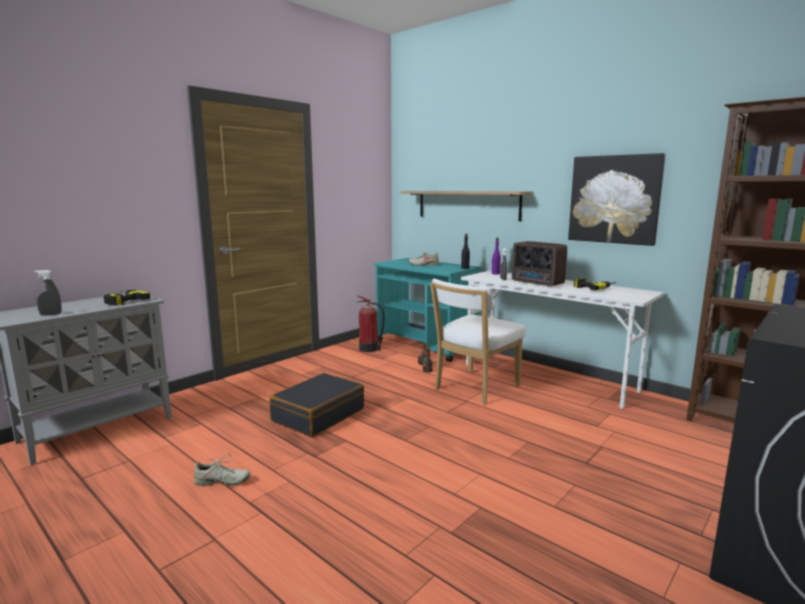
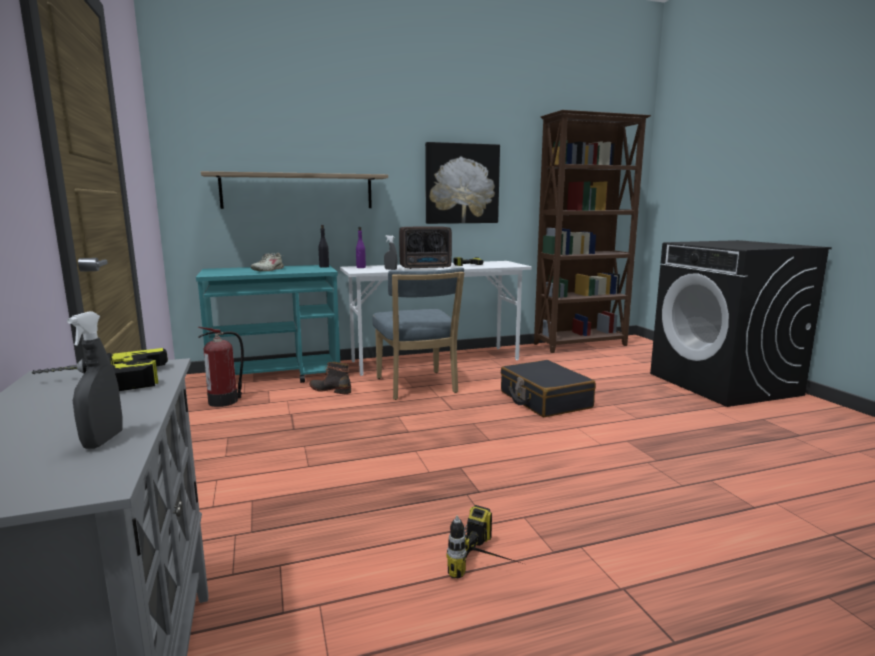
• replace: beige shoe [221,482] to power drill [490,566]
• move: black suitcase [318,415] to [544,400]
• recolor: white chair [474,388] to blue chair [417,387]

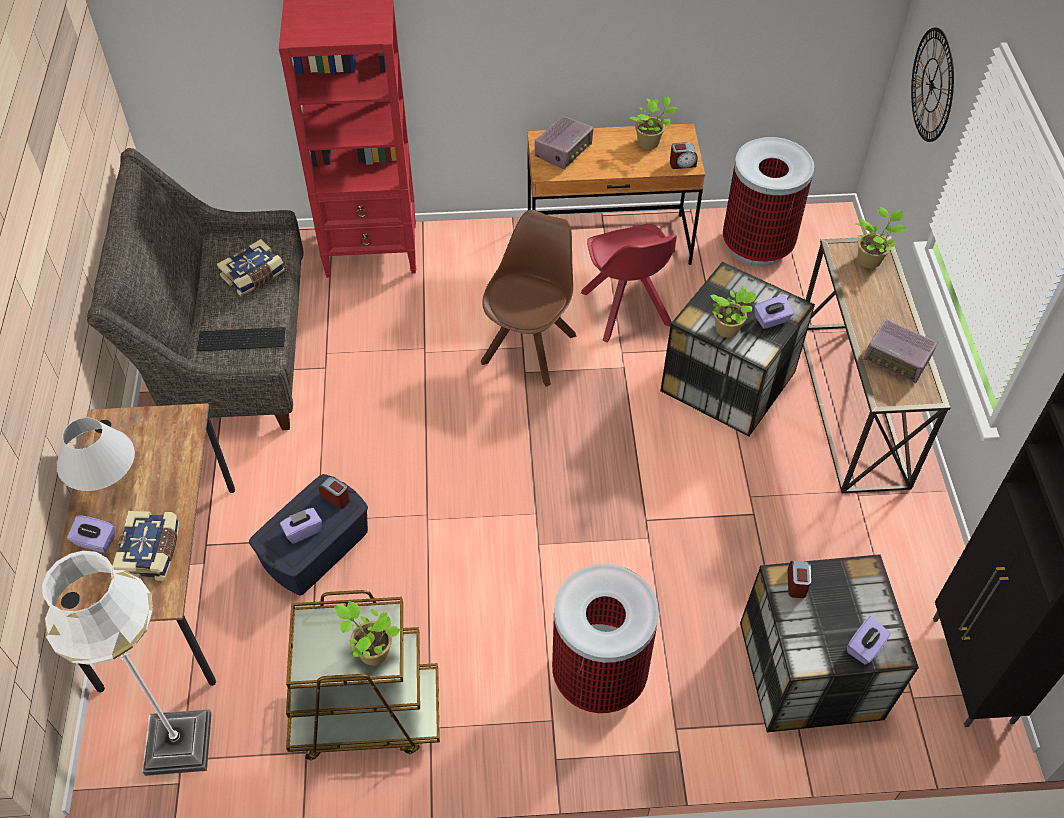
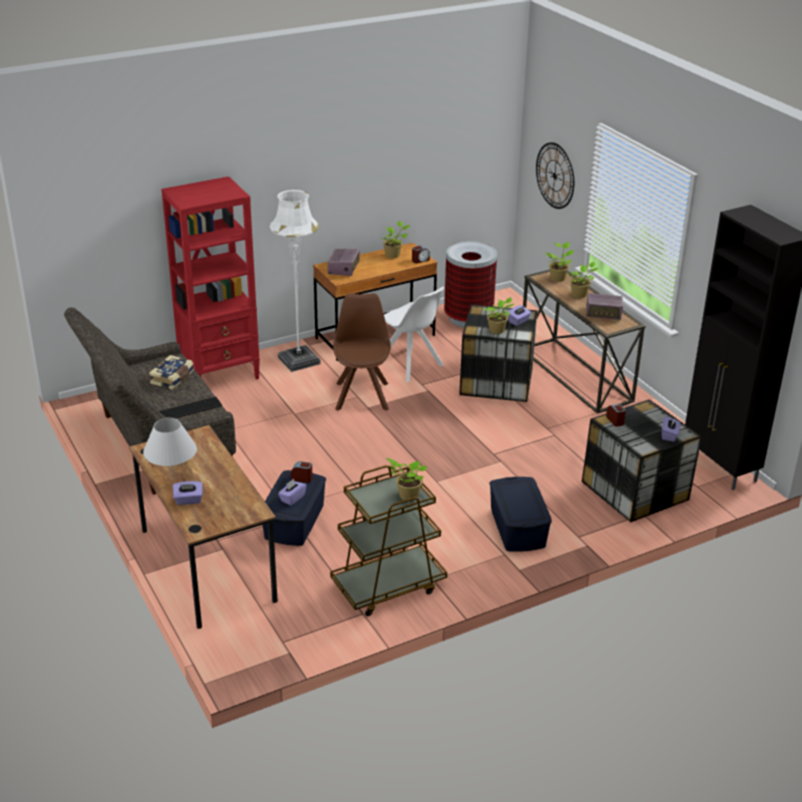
• move: white floor lamp [179,744] to [299,360]
• delete: book [152,552]
• replace: trash can [598,676] to blue storage box [517,528]
• recolor: red chair [626,310] to white chair [410,365]
• insert: potted plant [580,295]

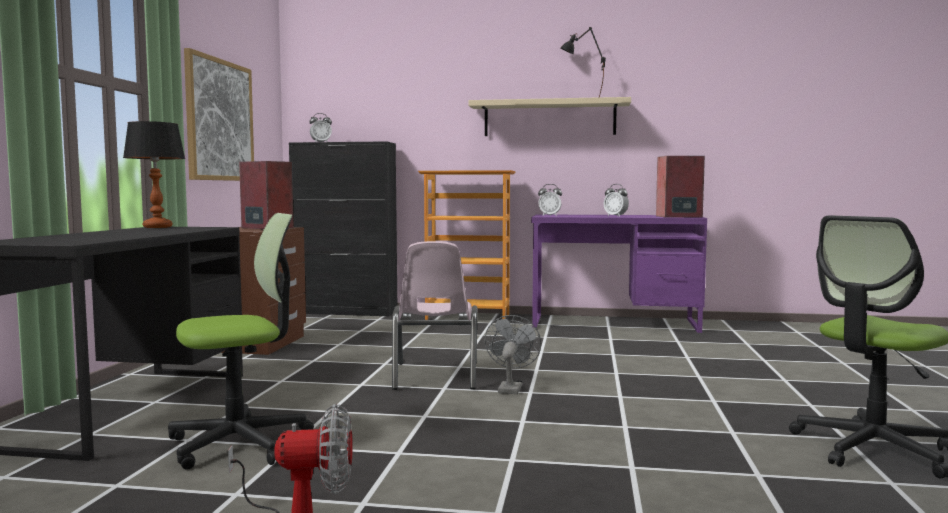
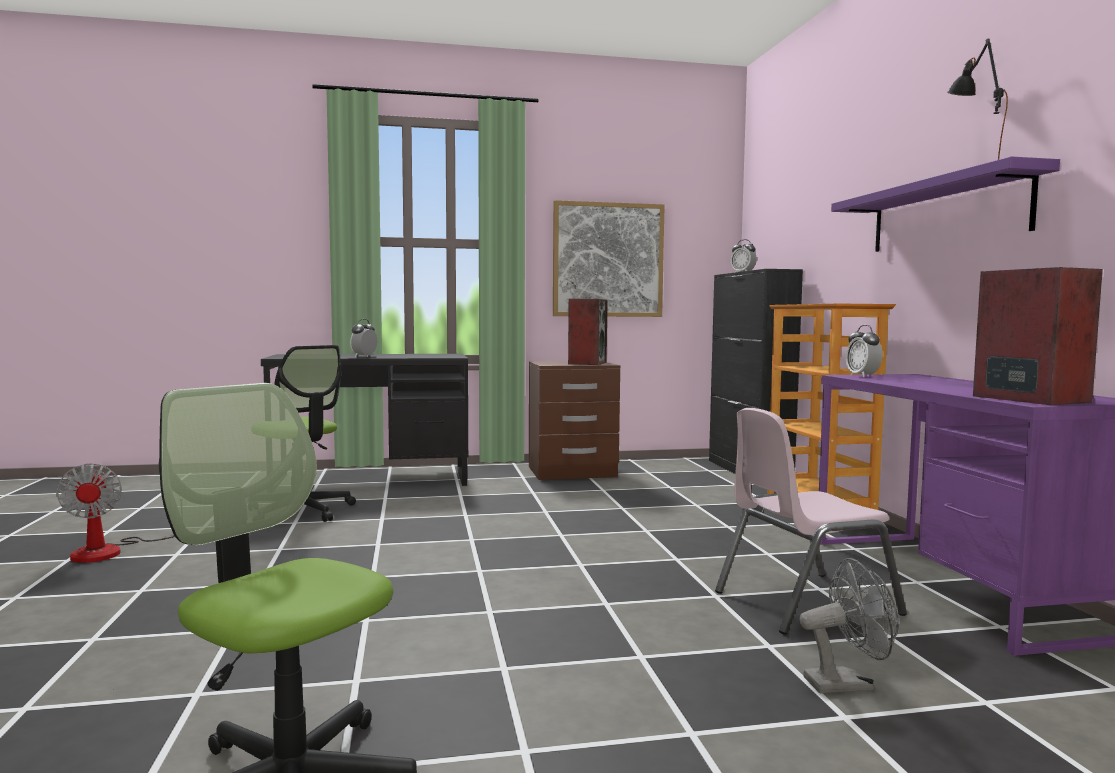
• delete: table lamp [158,227]
• move: pink chair [435,376] to [804,602]
• recolor: beige shelf [549,118] to purple shelf [945,214]
• move: grey fan [510,388] to [847,683]
• move: alarm clock [615,216] to [364,356]

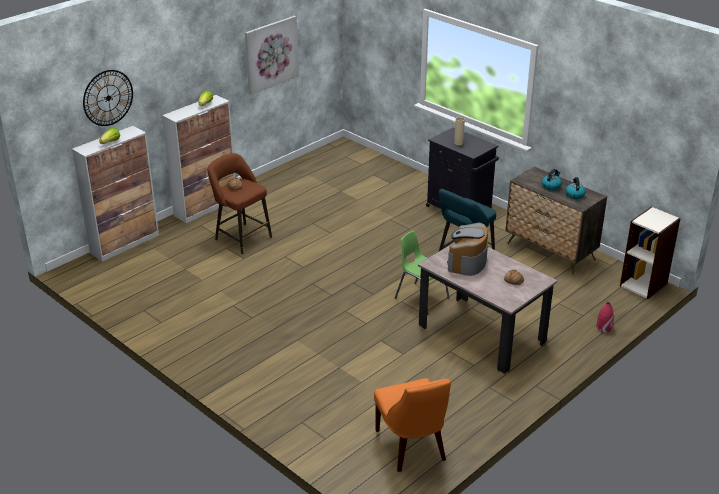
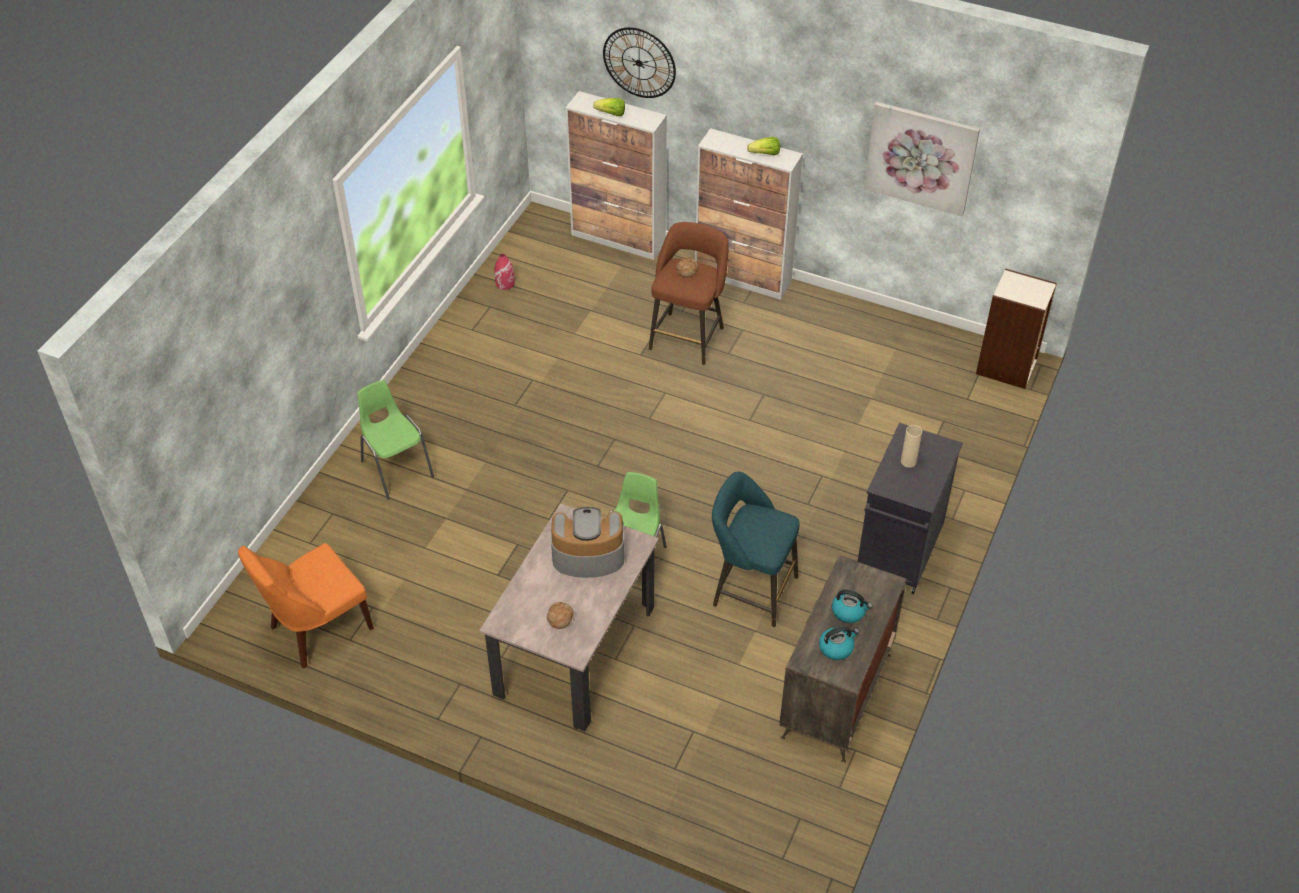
• move: red vase [604,328] to [505,283]
• move: bookcase [644,284] to [1007,367]
• insert: green chair [396,468]

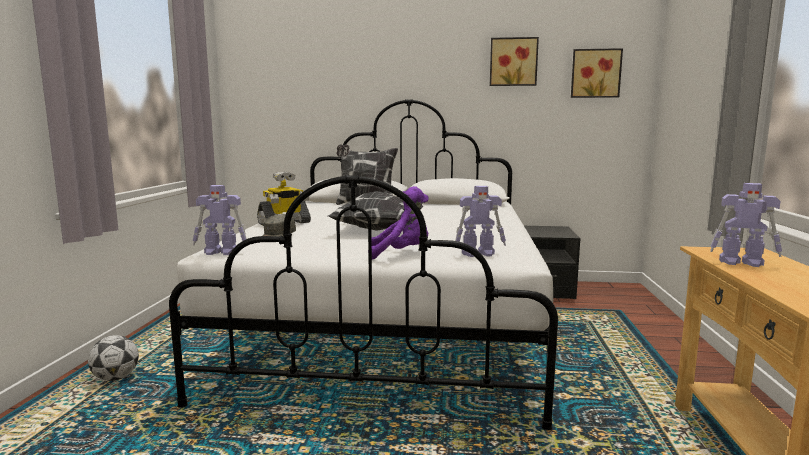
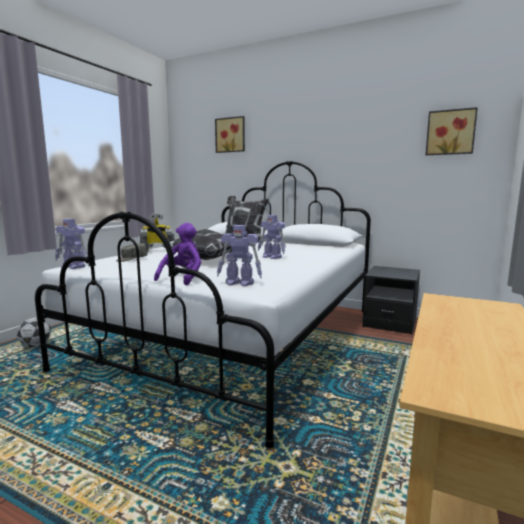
• rotate: purple plush toy [401,254] = [183,278] 90 degrees counterclockwise
• move: picture [513,62] to [231,135]
• move: toy robot [742,263] to [272,257]

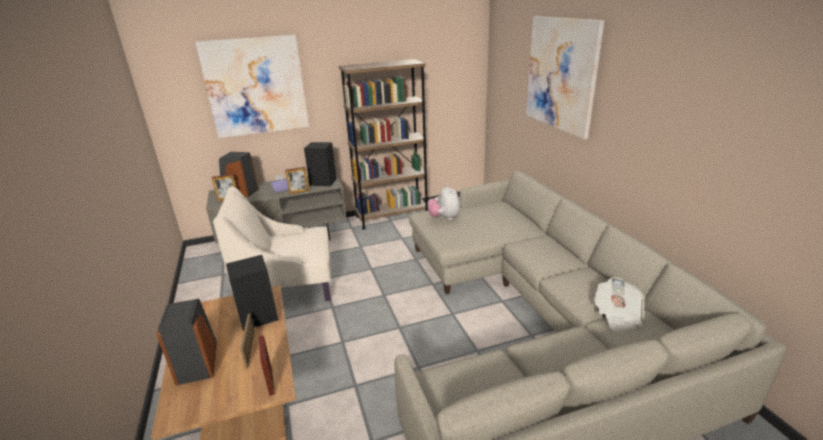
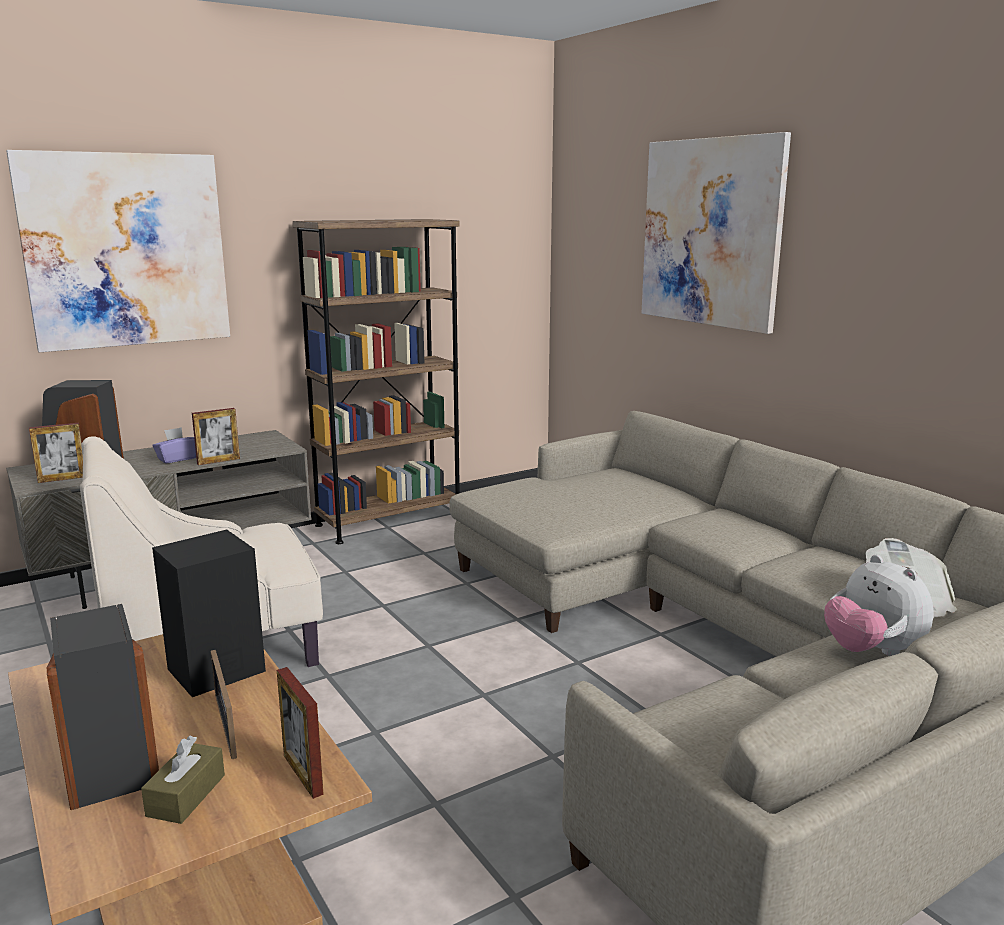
• delete: black speaker [324,182]
• move: plush toy [444,218] to [872,651]
• insert: brown tissue box [186,795]

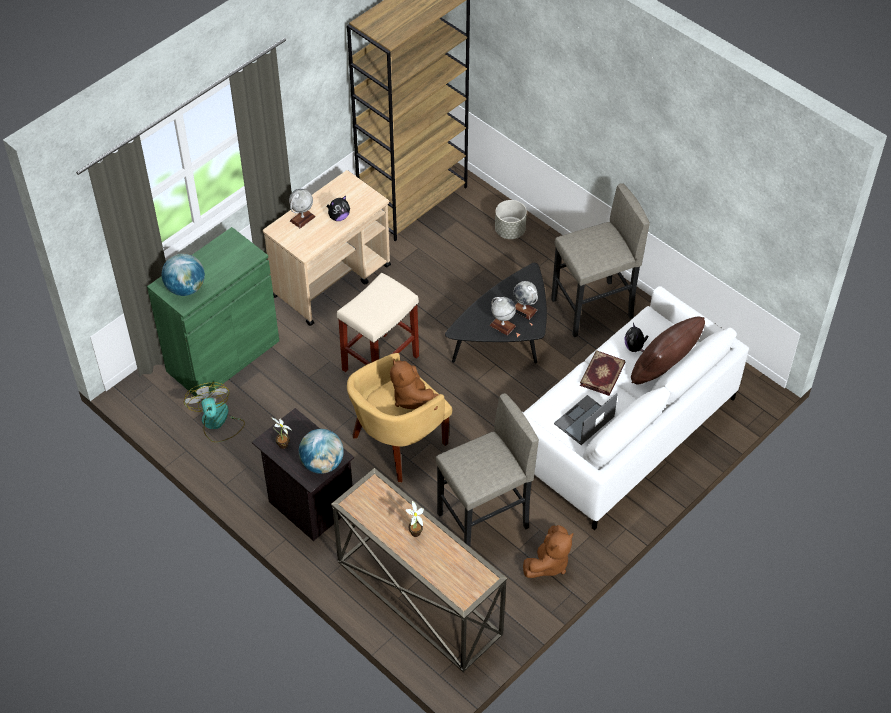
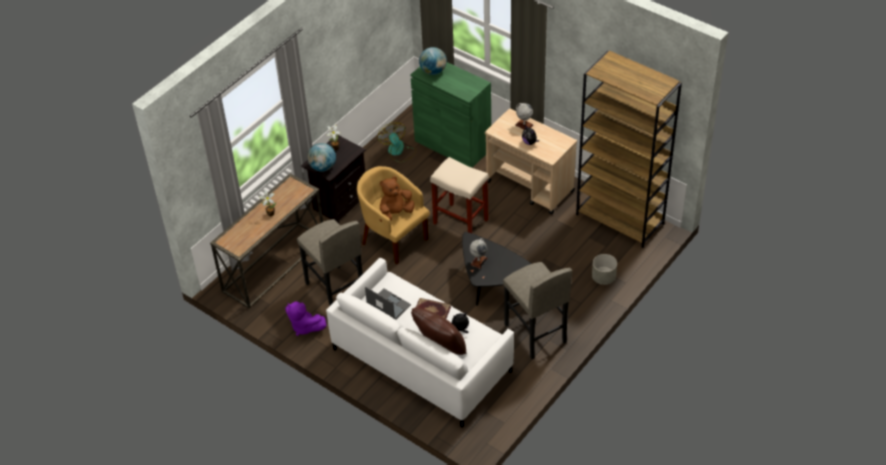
• rotate: fan [217,423] = [398,151] 90 degrees counterclockwise
• delete: globe [524,310]
• recolor: brown plush toy [548,563] to purple plush toy [304,327]

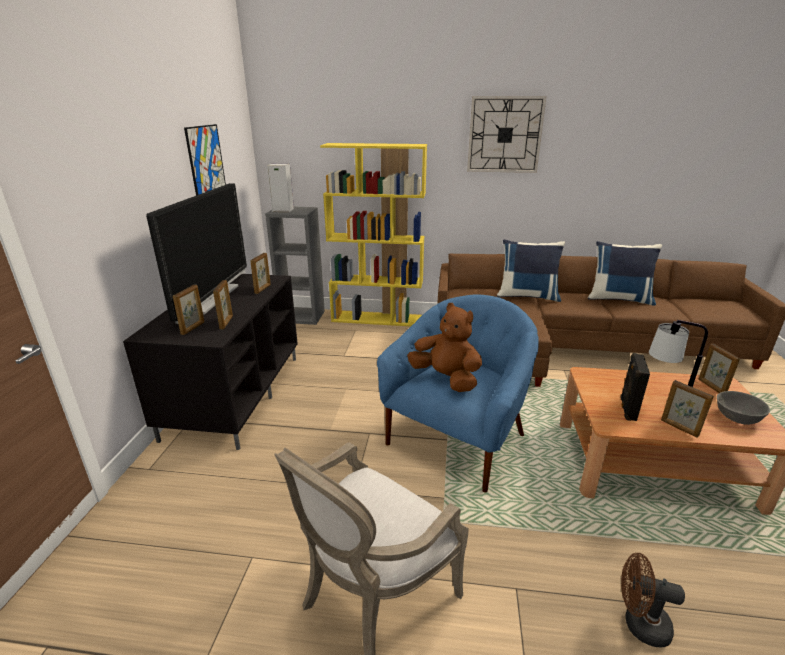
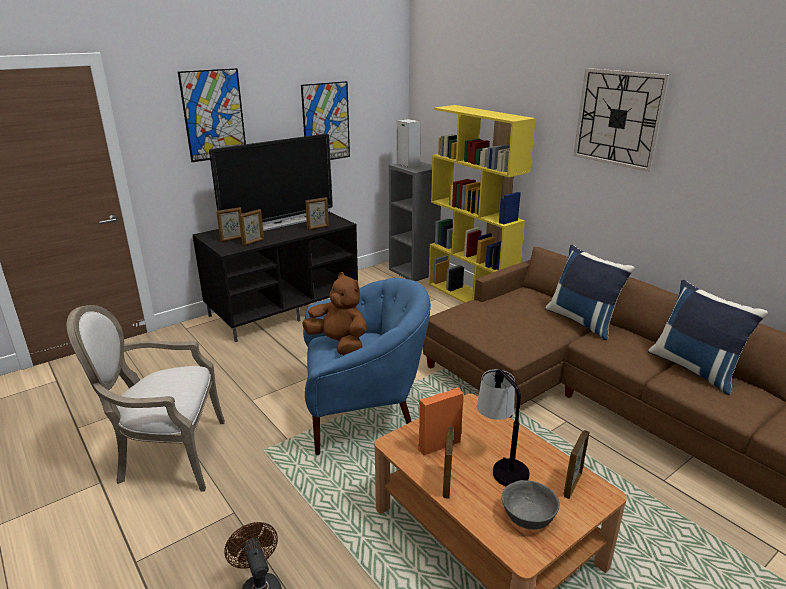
• rotate: brown plush toy [446,378] = [339,344] 45 degrees counterclockwise
• recolor: black speaker [627,409] to orange speaker [438,445]
• insert: picture [214,115]

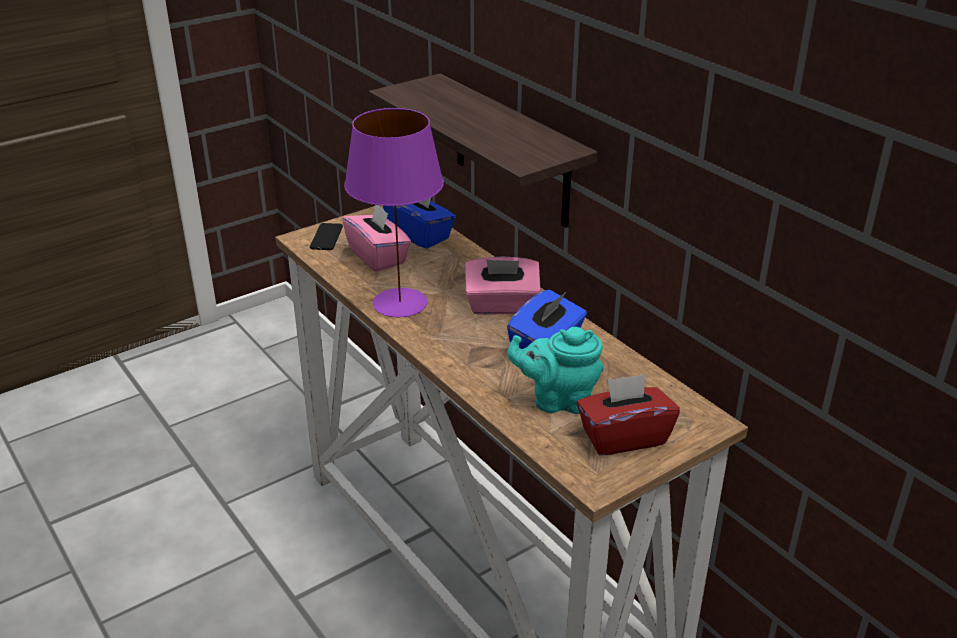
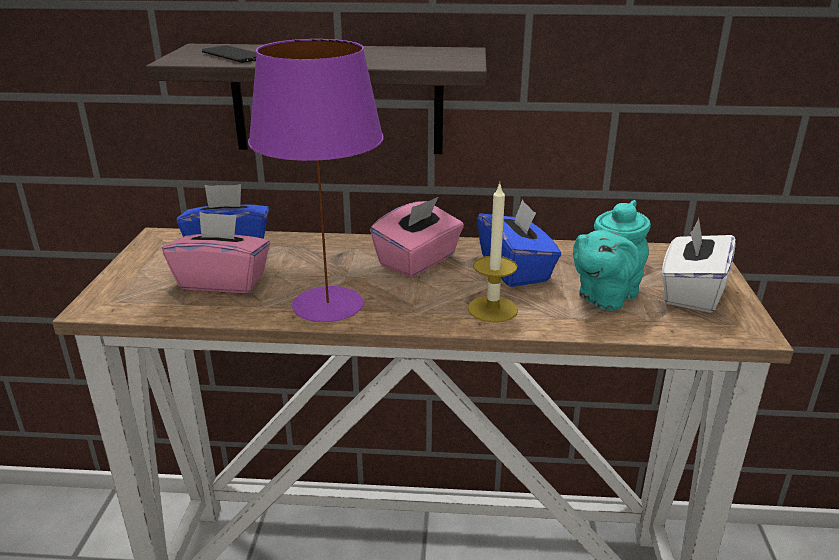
• move: phone [326,237] to [234,55]
• recolor: red tissue box [623,437] to white tissue box [691,292]
• insert: candle [492,309]

